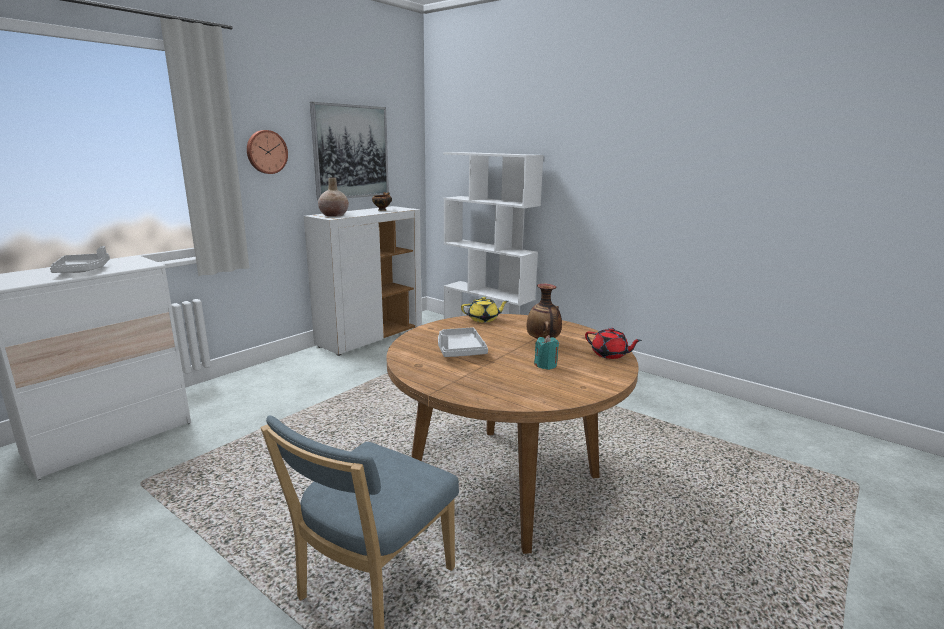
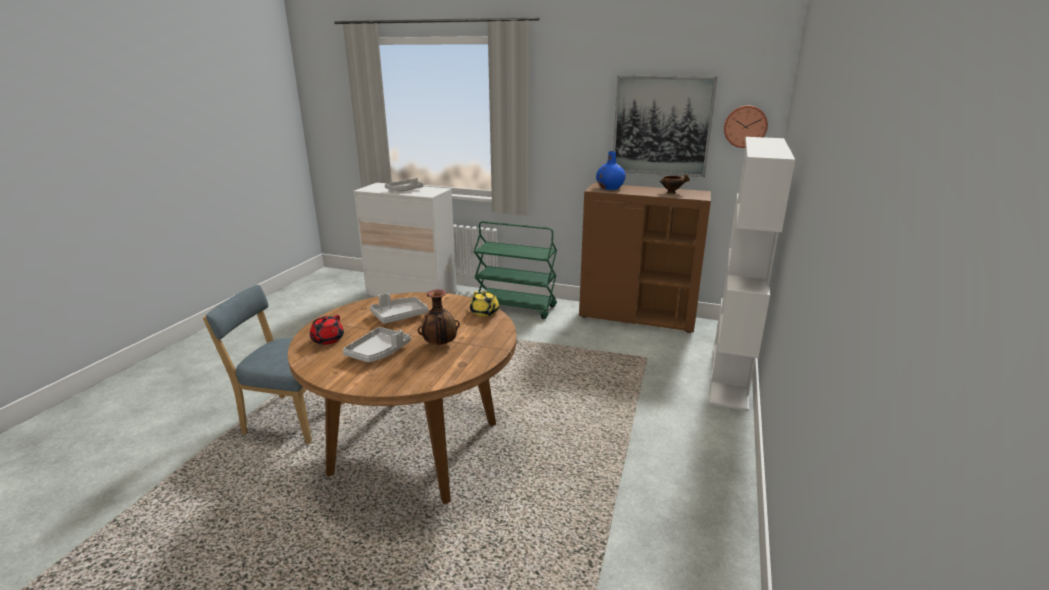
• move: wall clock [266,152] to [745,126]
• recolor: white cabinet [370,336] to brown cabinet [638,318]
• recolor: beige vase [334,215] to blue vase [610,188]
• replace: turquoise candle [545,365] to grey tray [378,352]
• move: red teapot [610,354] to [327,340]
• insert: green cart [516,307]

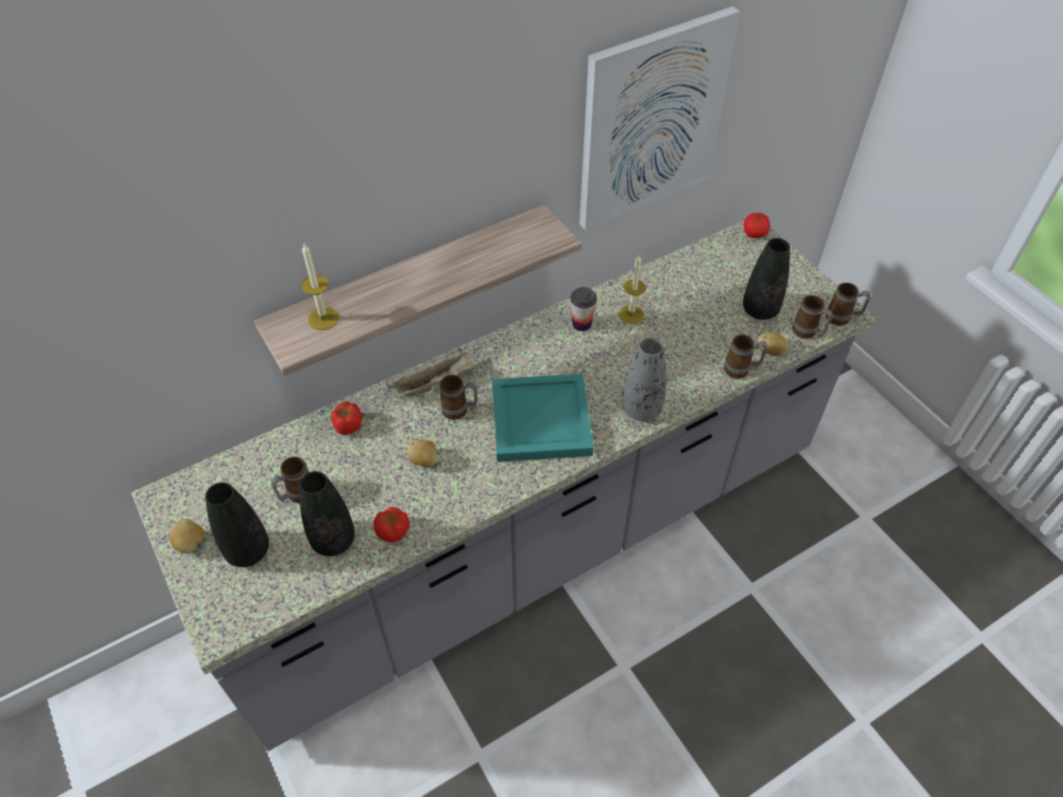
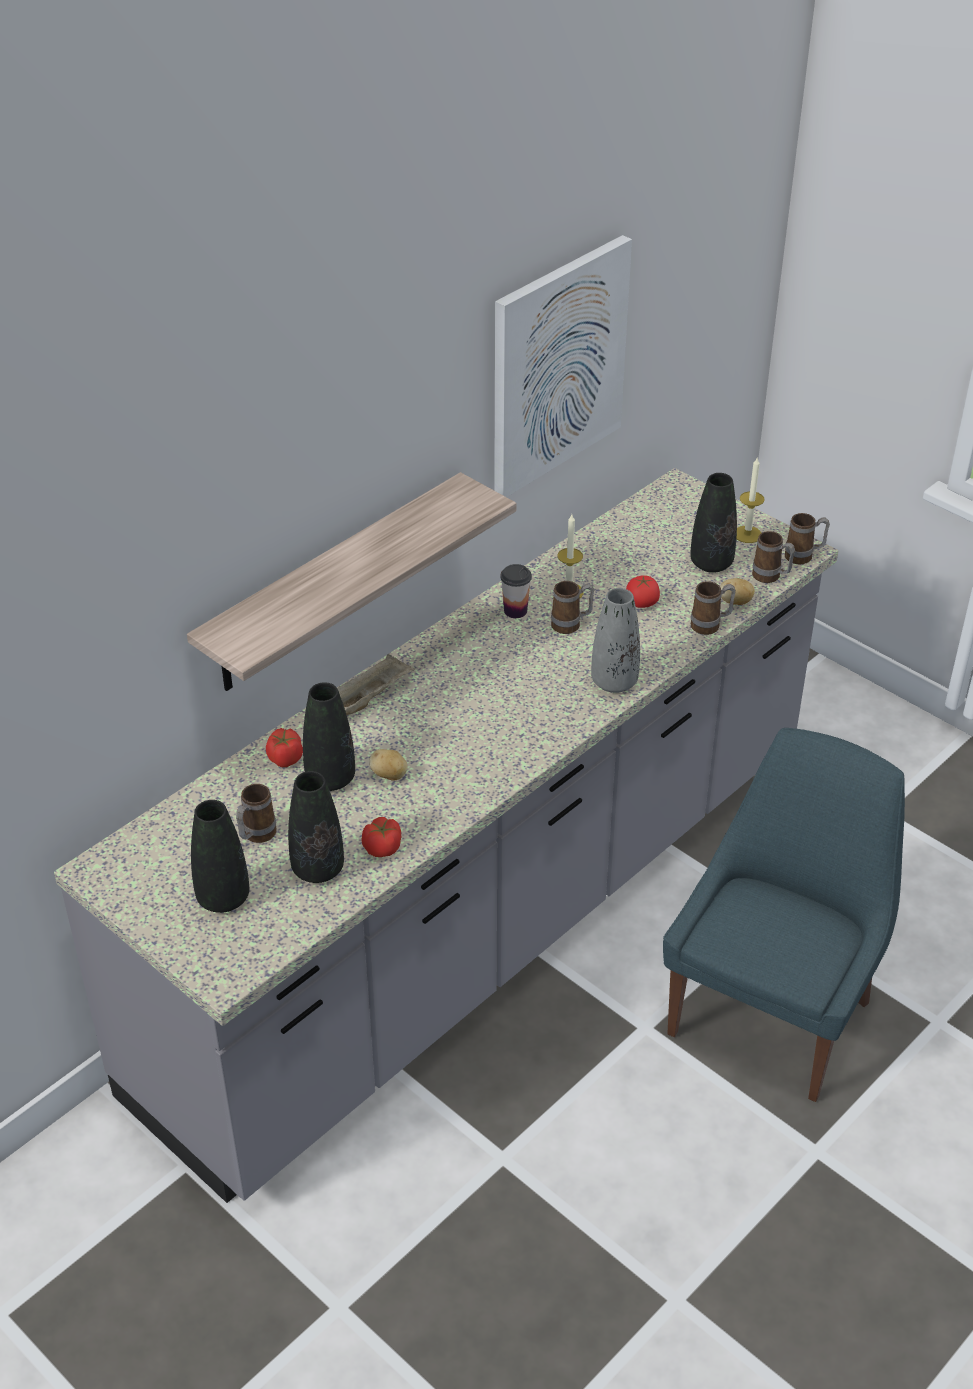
• delete: potato [191,543]
• move: candle [323,318] to [747,534]
• move: mug [460,411] to [571,625]
• delete: turquoise tray [539,419]
• move: tomato [754,234] to [641,603]
• insert: black vase [330,779]
• insert: blue chair [773,1013]

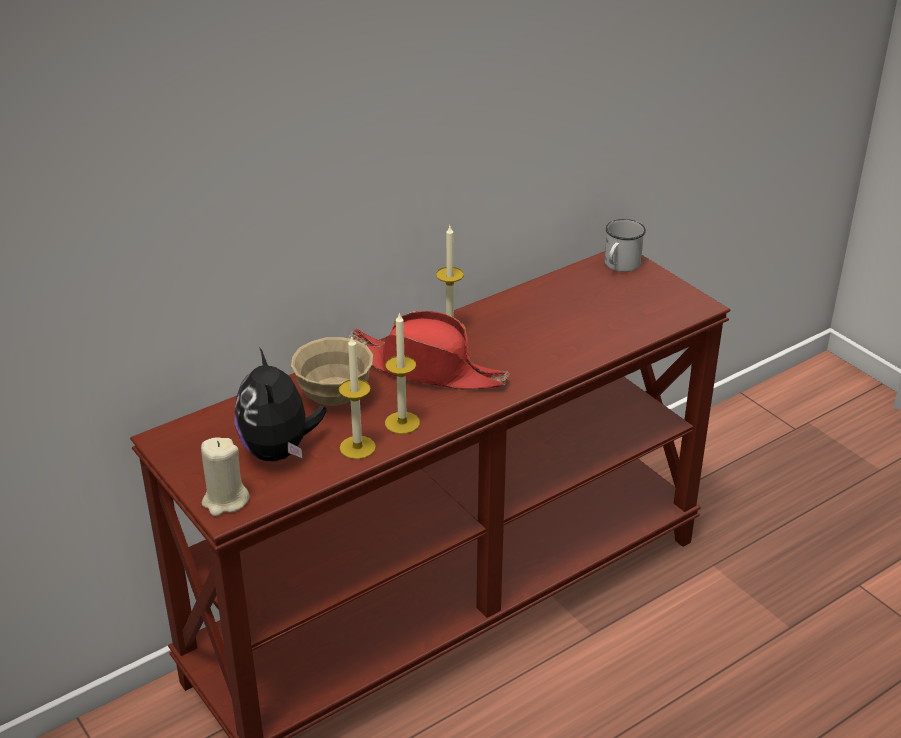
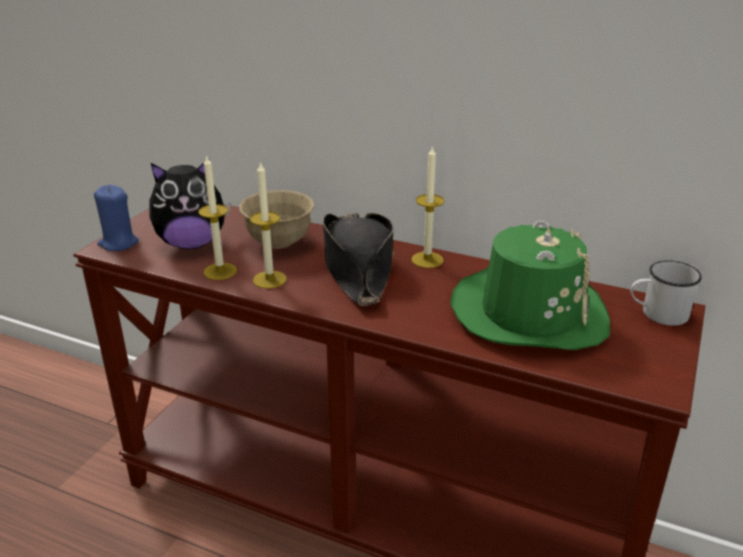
• recolor: beige candle [225,501] to blue candle [118,243]
• rotate: plush toy [279,451] = [192,243] 150 degrees counterclockwise
• recolor: red hat [427,368] to black hat [358,267]
• insert: green hat [529,312]

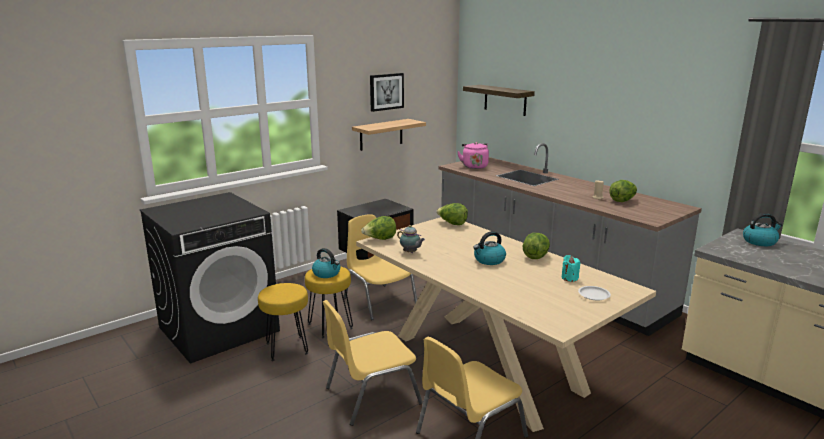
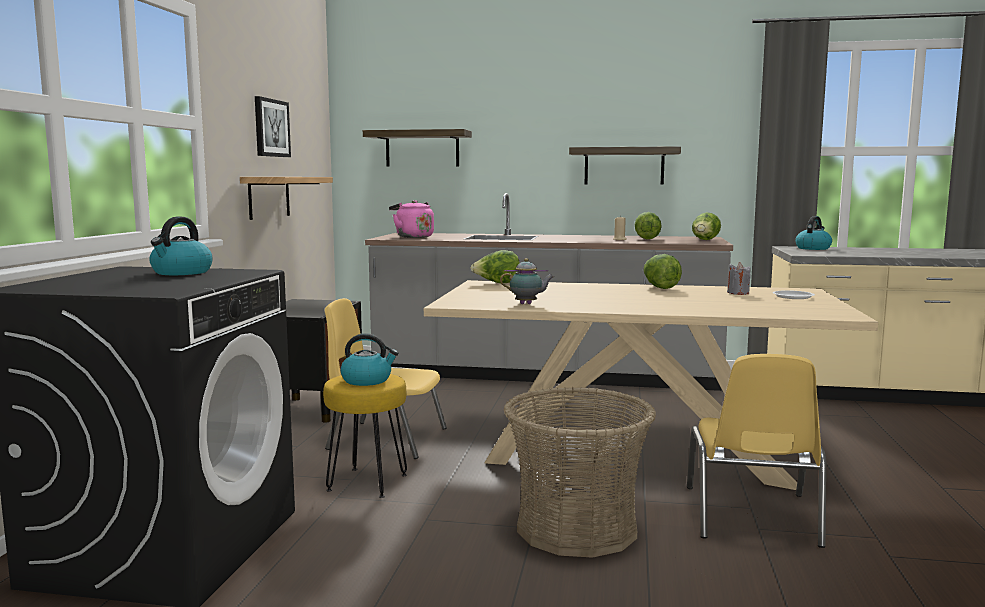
• delete: yellow stool [286,348]
• replace: yellow chair [371,395] to basket [576,528]
• move: lettuce [380,239] to [705,240]
• move: kettle [489,260] to [181,272]
• recolor: turquoise candle [569,278] to grey candle [738,293]
• insert: shelf [624,166]

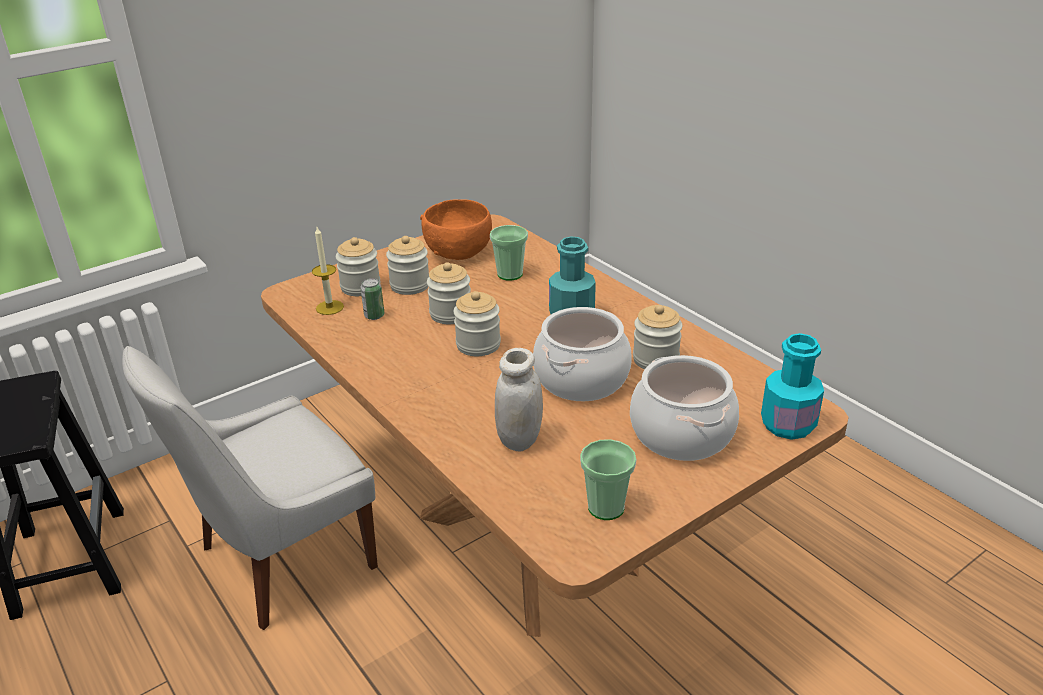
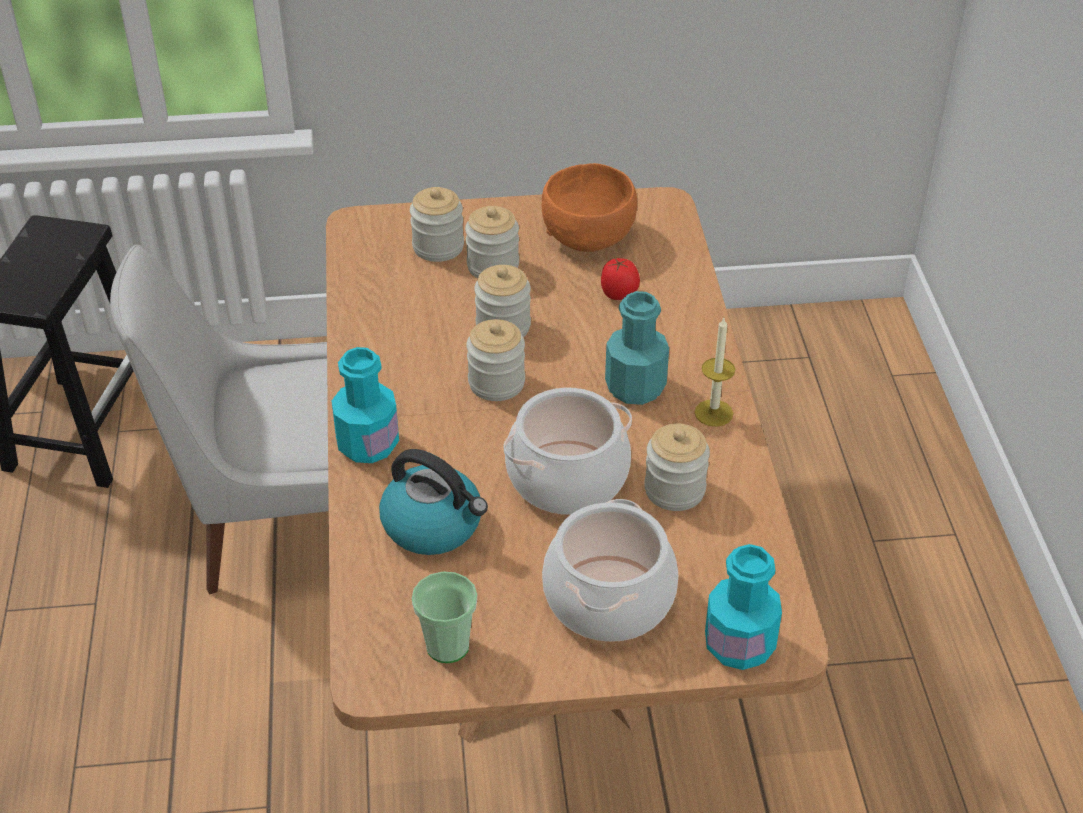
• move: candle [329,307] to [713,413]
• delete: can [374,316]
• replace: cup [510,274] to tomato [619,295]
• replace: white jar [519,439] to kettle [434,525]
• insert: turquoise bottle [368,444]

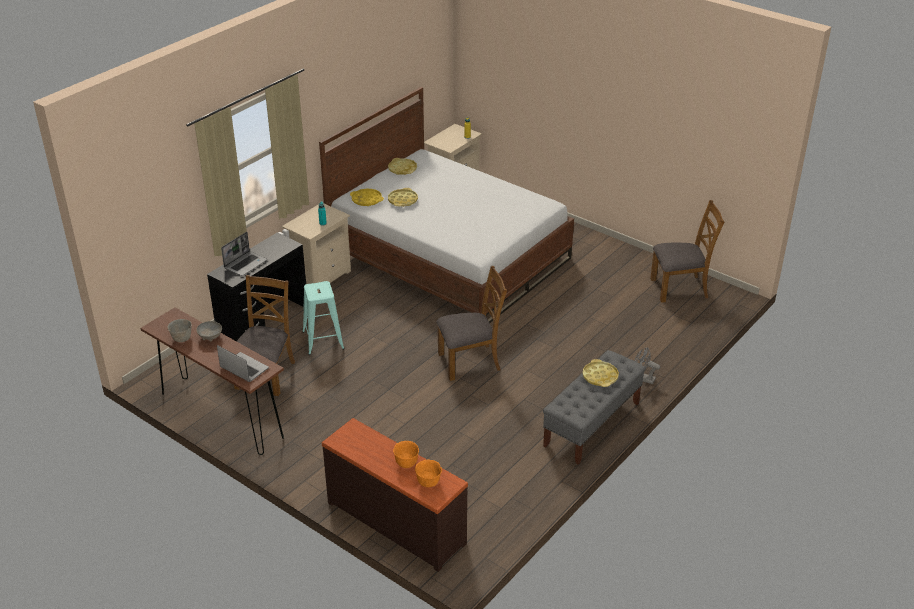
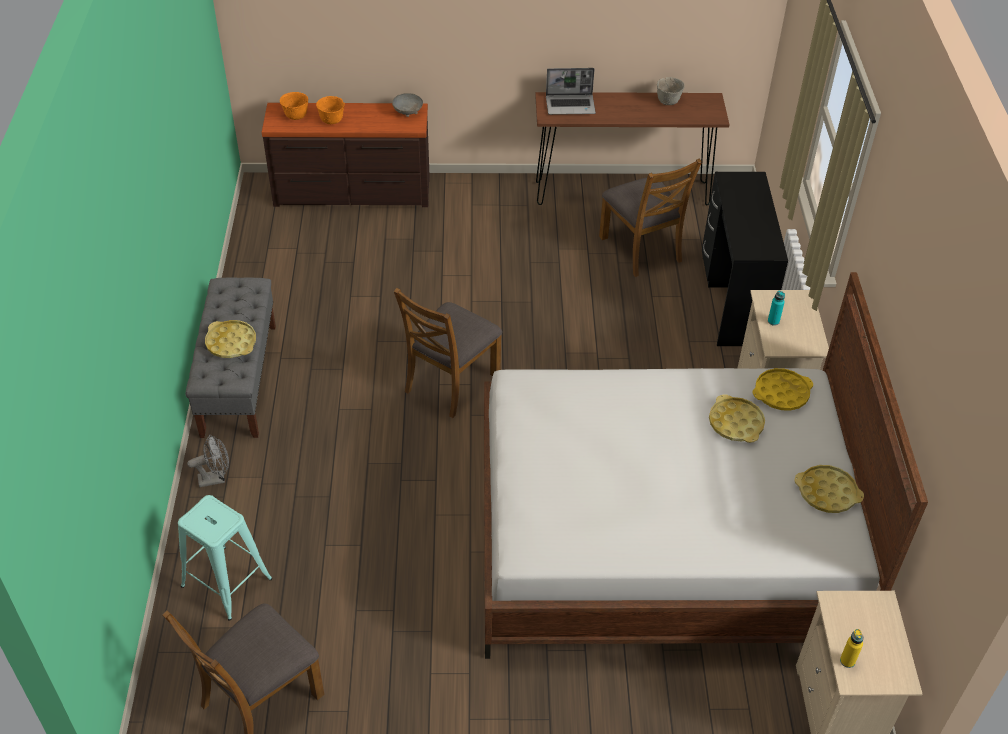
• move: grey bowl [210,337] to [407,112]
• delete: laptop [245,264]
• move: turquoise stool [323,340] to [226,582]

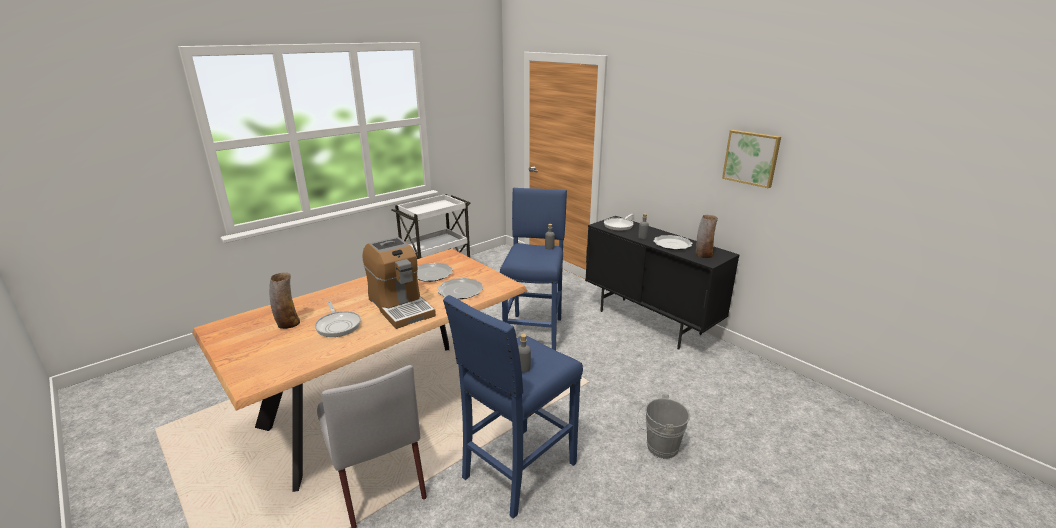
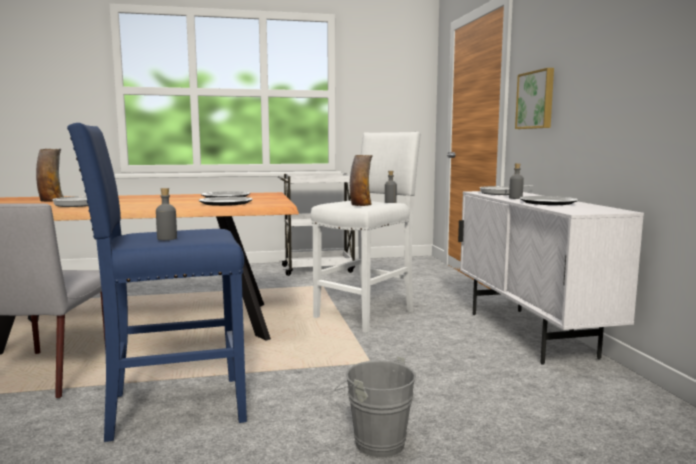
• delete: coffee machine [400,307]
• recolor: blue stool [534,331] to white stool [366,314]
• recolor: black cabinet [649,322] to white cabinet [530,334]
• move: vase [703,255] to [360,205]
• move: picture [751,158] to [536,100]

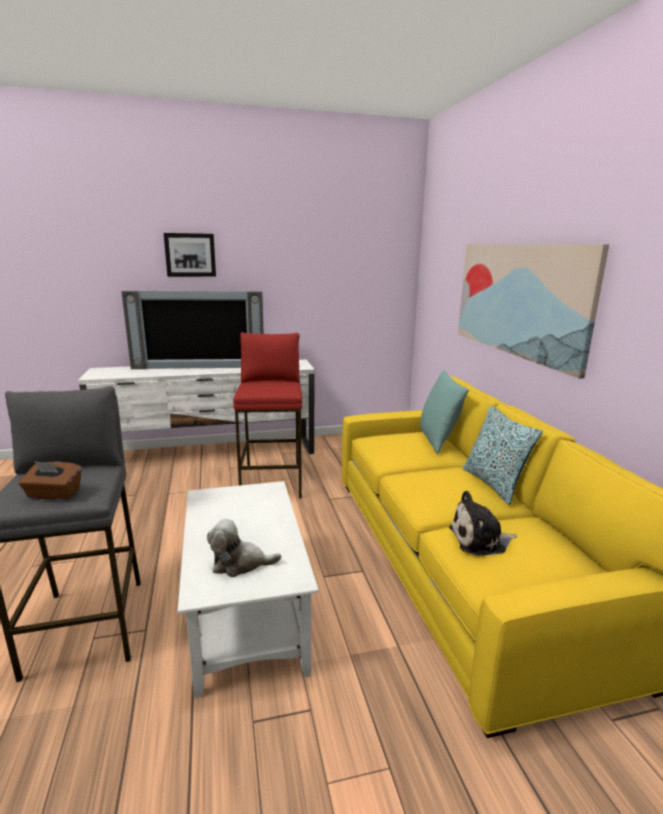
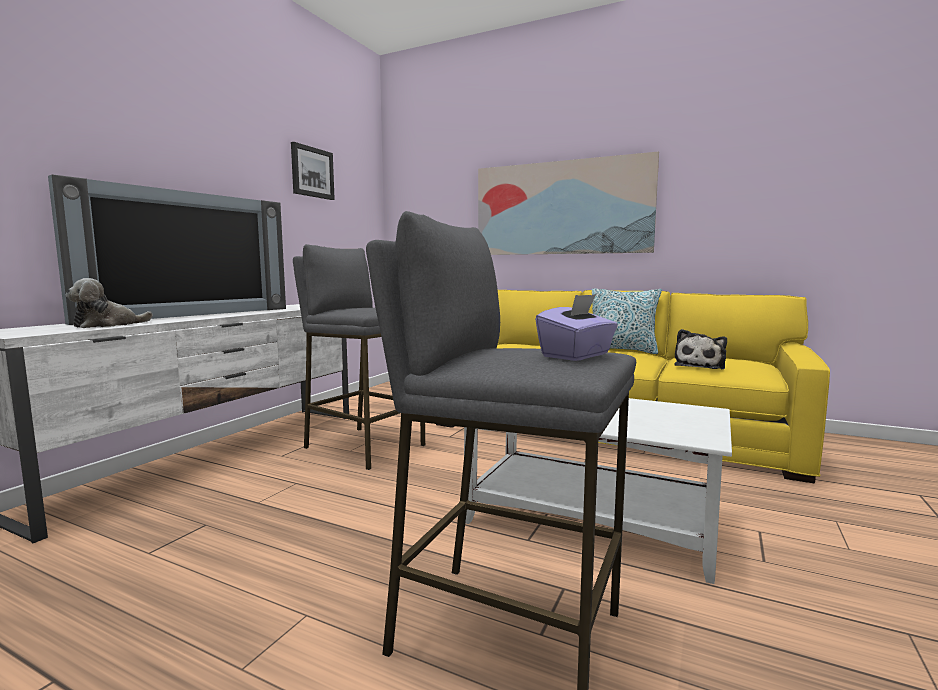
• recolor: brown tissue box [54,494] to purple tissue box [577,355]
• move: picture [190,255] to [312,172]
• move: plush toy [240,563] to [108,325]
• recolor: red stool [272,481] to grey stool [364,446]
• delete: turquoise pillow [438,440]

